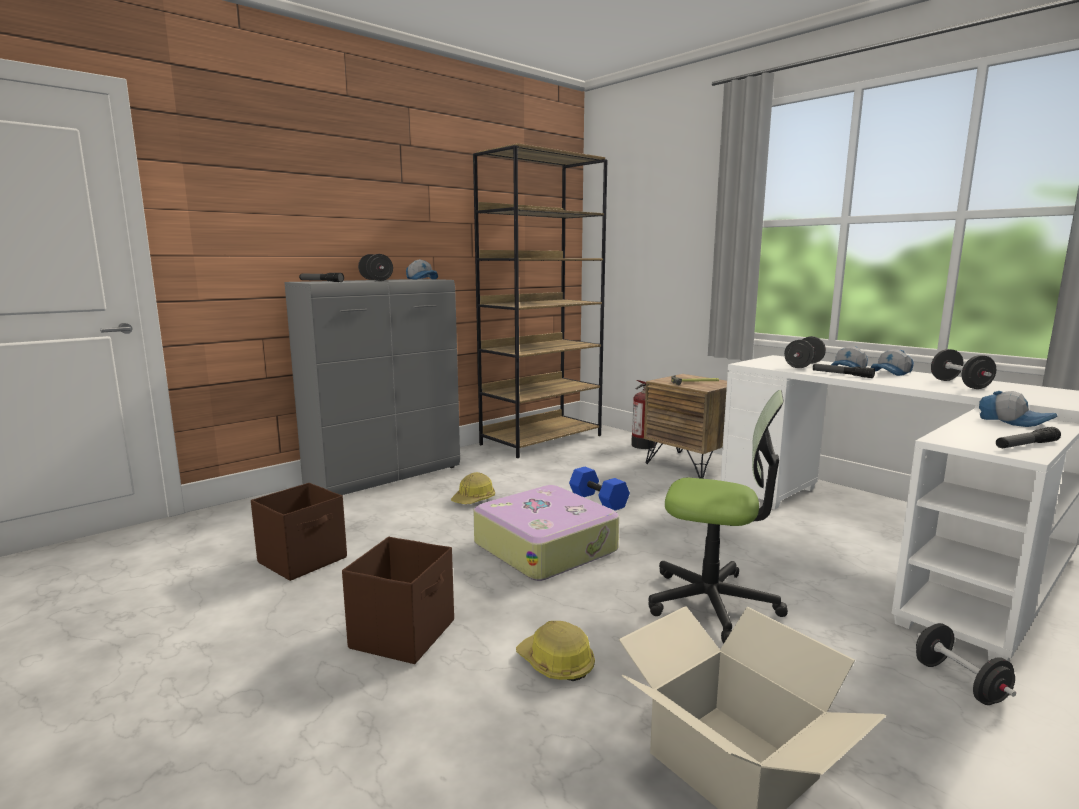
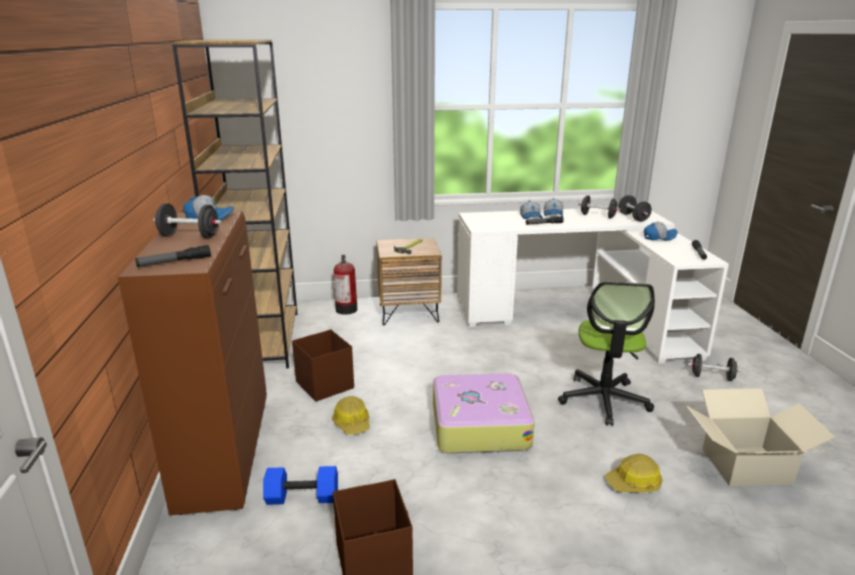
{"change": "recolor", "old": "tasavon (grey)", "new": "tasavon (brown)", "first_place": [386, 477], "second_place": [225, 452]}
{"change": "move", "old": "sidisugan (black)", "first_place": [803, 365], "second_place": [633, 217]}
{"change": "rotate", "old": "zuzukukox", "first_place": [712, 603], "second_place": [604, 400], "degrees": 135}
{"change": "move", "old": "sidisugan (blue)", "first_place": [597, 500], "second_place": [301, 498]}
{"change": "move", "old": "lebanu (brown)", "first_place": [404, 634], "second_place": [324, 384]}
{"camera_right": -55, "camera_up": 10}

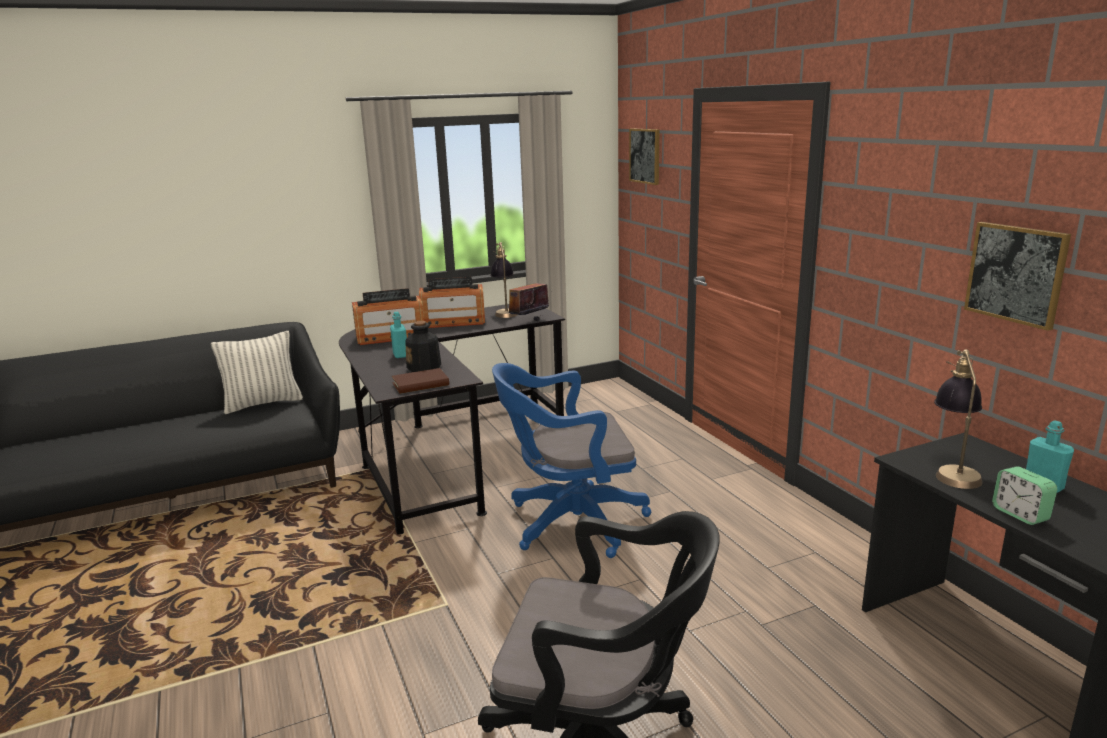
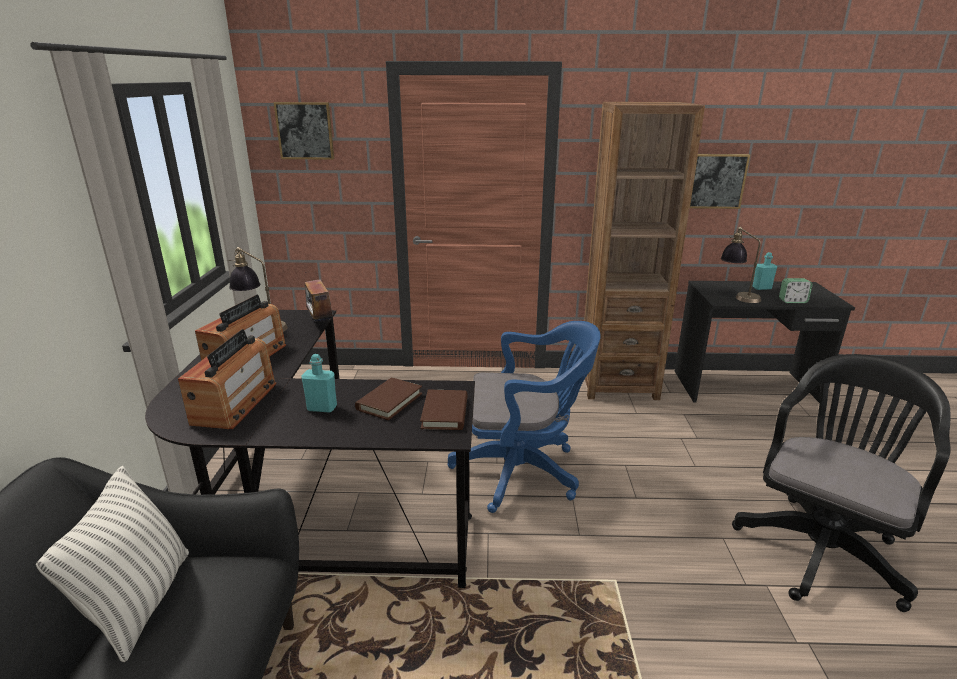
{"change": "replace", "old": "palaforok", "new": "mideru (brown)", "first_place": [424, 367], "second_place": [389, 401]}
{"change": "rotate", "old": "zuzukukox (blue)", "first_place": [569, 523], "second_place": [523, 471], "degrees": -105}
{"change": "insert", "new": "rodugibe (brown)", "second_place": [618, 384]}
{"camera_right": -65, "camera_up": 5}

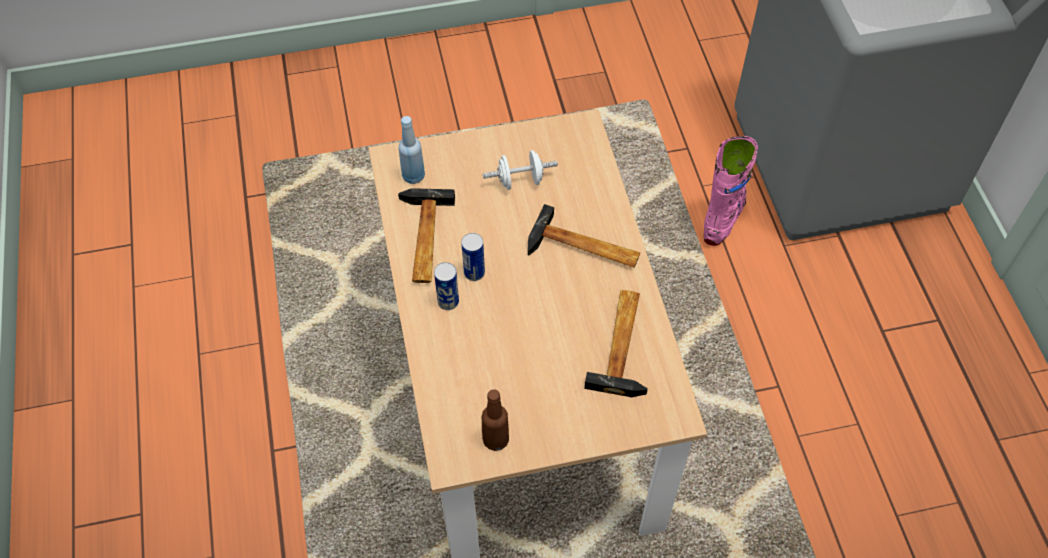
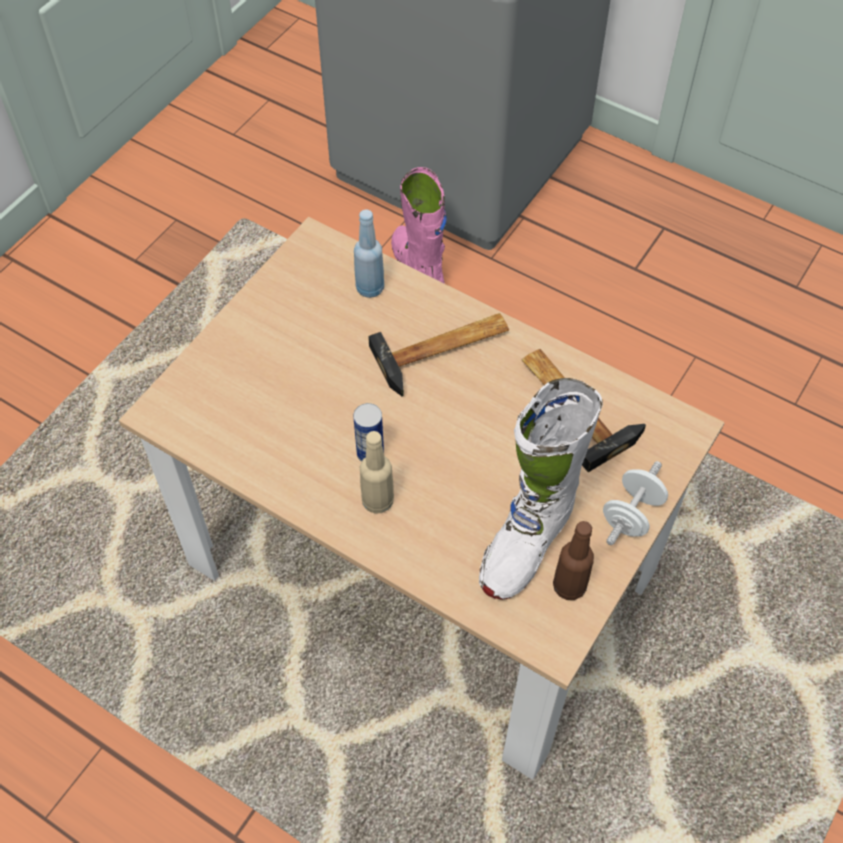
{"change": "move", "old": "palaforok (blue)", "first_place": [413, 176], "second_place": [370, 288]}
{"change": "move", "old": "sidisugan (white)", "first_place": [520, 180], "second_place": [631, 514]}
{"change": "delete", "old": "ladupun", "first_place": [423, 239]}
{"change": "replace", "old": "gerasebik", "new": "palaforok (beige)", "first_place": [448, 302], "second_place": [377, 501]}
{"change": "insert", "new": "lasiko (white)", "second_place": [527, 540]}
{"camera_right": -45, "camera_up": 0}

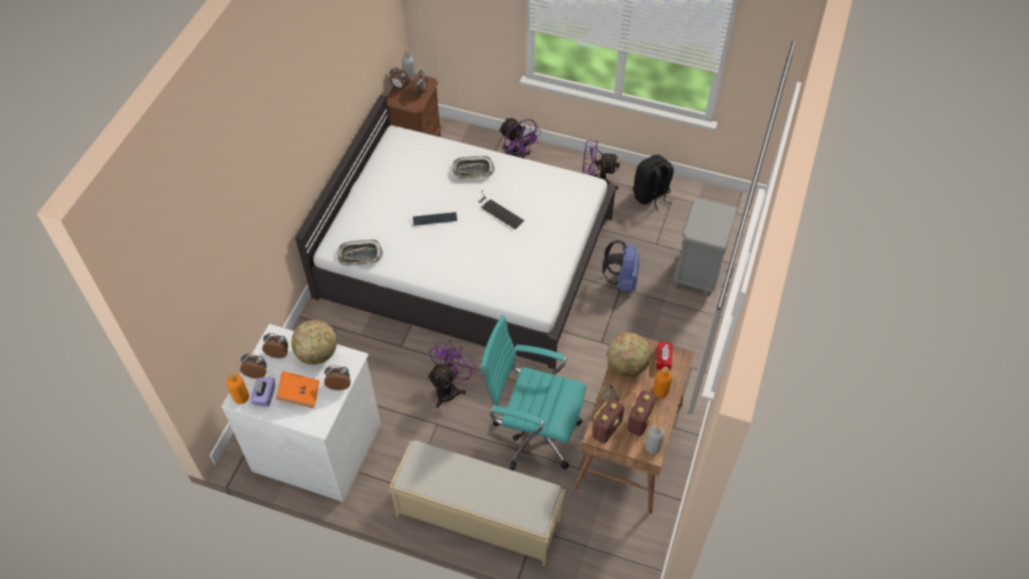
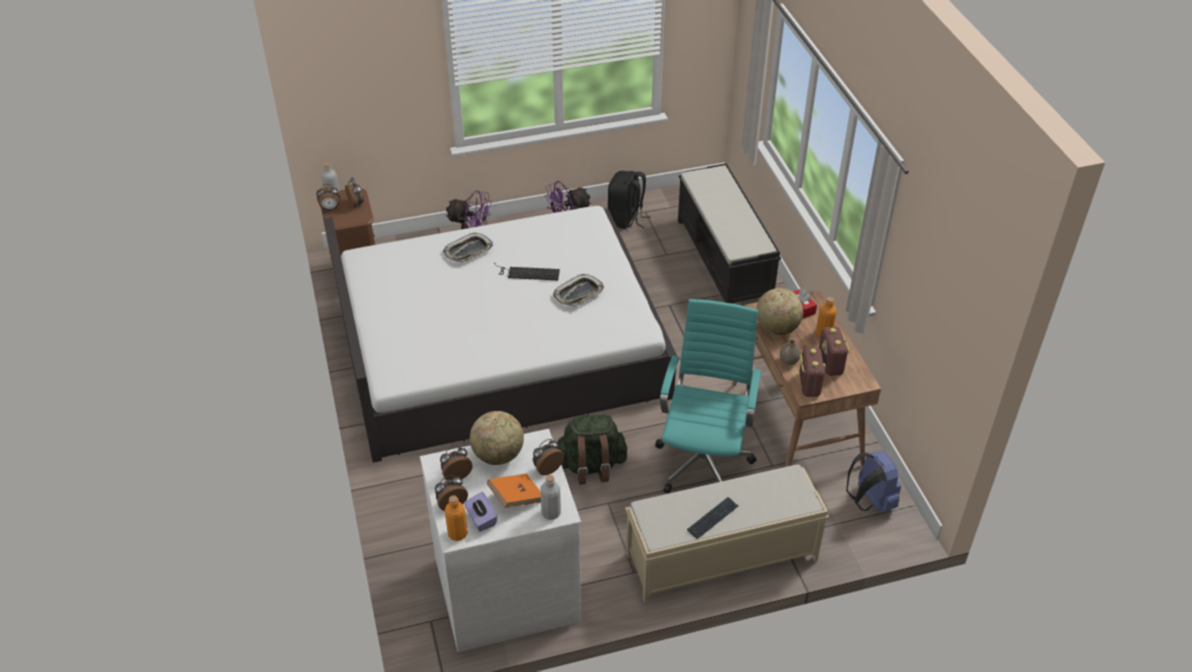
{"change": "replace", "old": "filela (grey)", "new": "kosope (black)", "first_place": [697, 274], "second_place": [724, 261]}
{"change": "move", "old": "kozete", "first_place": [435, 219], "second_place": [712, 518]}
{"change": "move", "old": "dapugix", "first_place": [360, 255], "second_place": [578, 294]}
{"change": "move", "old": "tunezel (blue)", "first_place": [622, 280], "second_place": [869, 501]}
{"change": "rotate", "old": "zuzukukox (turquoise)", "first_place": [532, 433], "second_place": [704, 461], "degrees": 120}
{"change": "replace", "old": "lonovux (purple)", "new": "tunezel (green)", "first_place": [450, 388], "second_place": [591, 466]}
{"change": "move", "old": "palaforok (grey)", "first_place": [652, 447], "second_place": [551, 513]}
{"camera_right": -35, "camera_up": -10}

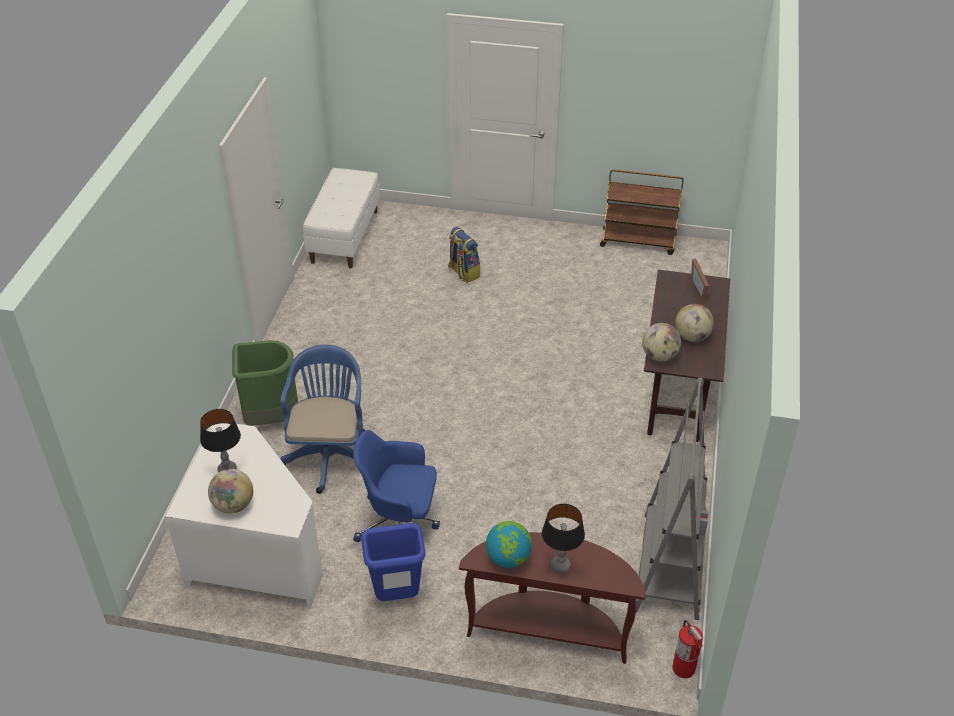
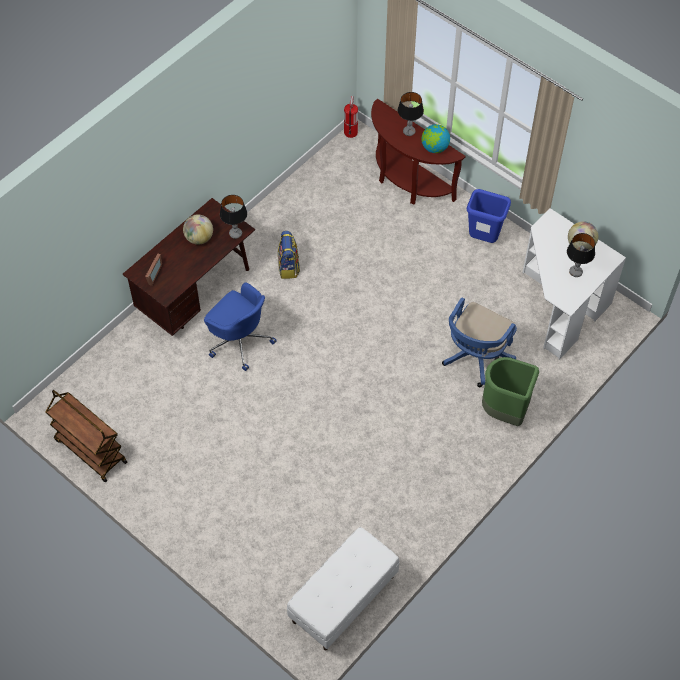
{"change": "move", "old": "tunezel", "first_place": [463, 272], "second_place": [289, 267]}
{"change": "replace", "old": "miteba", "new": "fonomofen", "first_place": [659, 356], "second_place": [235, 234]}
{"change": "delete", "old": "rodugibe (grey)", "first_place": [670, 566]}
{"change": "move", "old": "zuzukukox (blue)", "first_place": [400, 524], "second_place": [239, 340]}
{"camera_right": -150, "camera_up": 15}

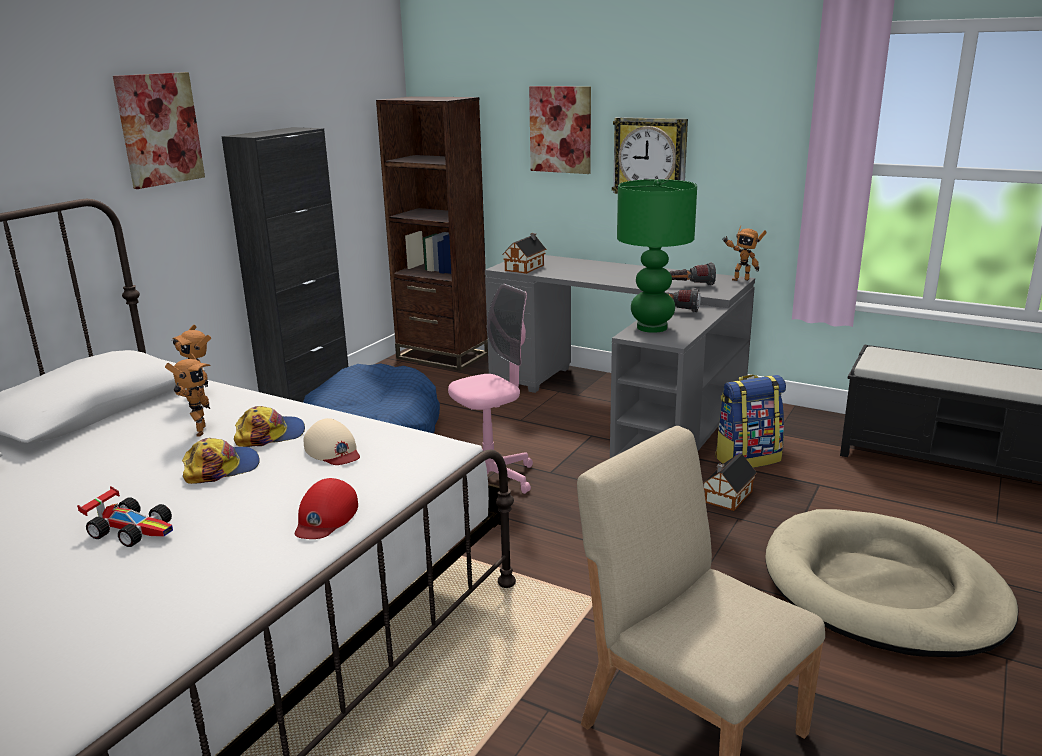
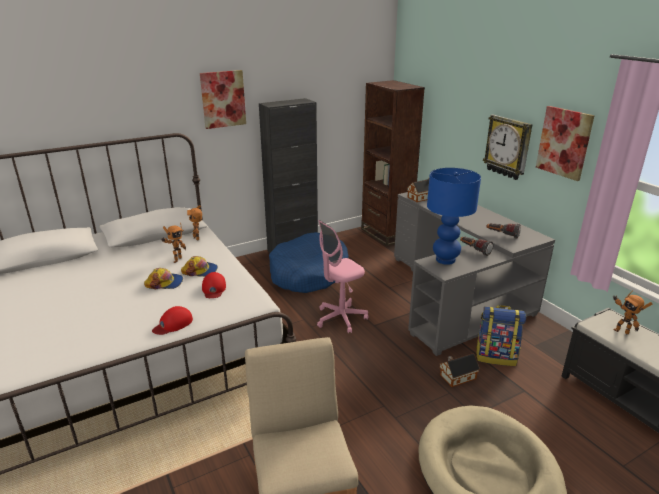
{"change": "move", "old": "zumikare", "first_place": [560, 129], "second_place": [564, 142]}
{"change": "recolor", "old": "fonomofen (green)", "new": "fonomofen (blue)", "first_place": [652, 328], "second_place": [445, 260]}
{"change": "move", "old": "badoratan", "first_place": [740, 279], "second_place": [621, 331]}
{"change": "rotate", "old": "zuzukukox (pink)", "first_place": [491, 479], "second_place": [341, 318], "degrees": 150}
{"change": "recolor", "old": "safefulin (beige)", "new": "safefulin (red)", "first_place": [333, 450], "second_place": [214, 289]}
{"change": "delete", "old": "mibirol", "first_place": [133, 529]}
{"camera_right": 30, "camera_up": 5}

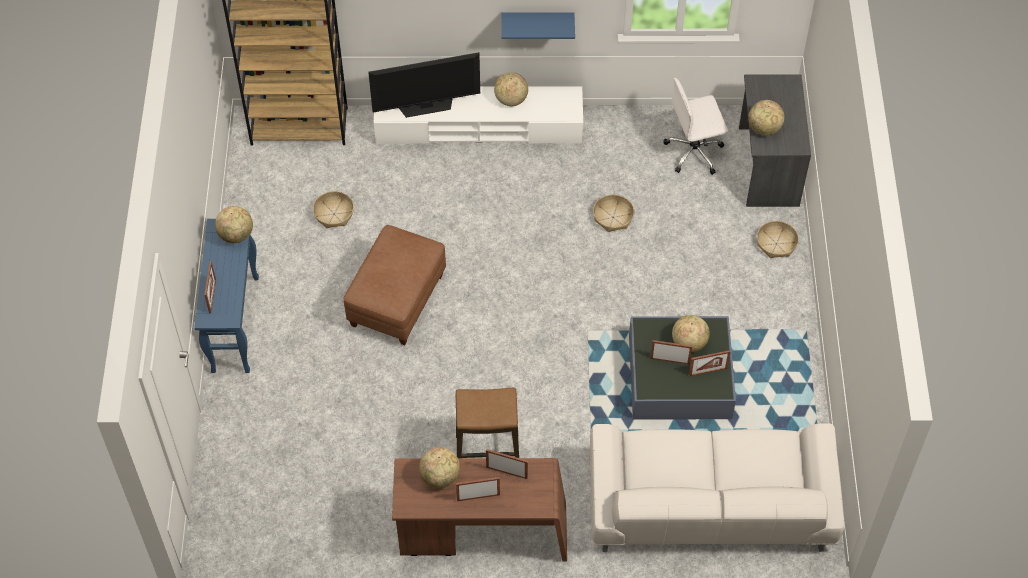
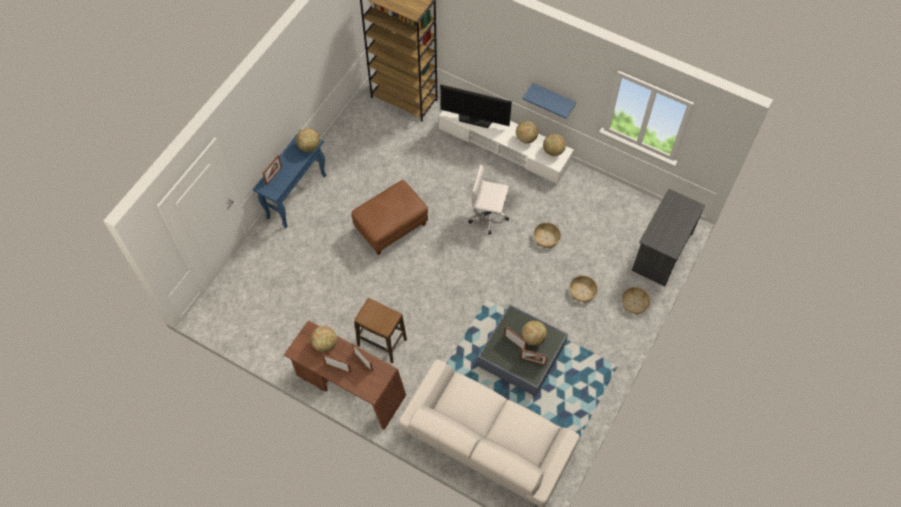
{"change": "move", "old": "zuzukukox (white)", "first_place": [695, 152], "second_place": [489, 215]}
{"change": "move", "old": "miteba", "first_place": [764, 129], "second_place": [553, 151]}
{"change": "move", "old": "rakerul", "first_place": [334, 214], "second_place": [582, 291]}
{"camera_right": 30, "camera_up": 5}

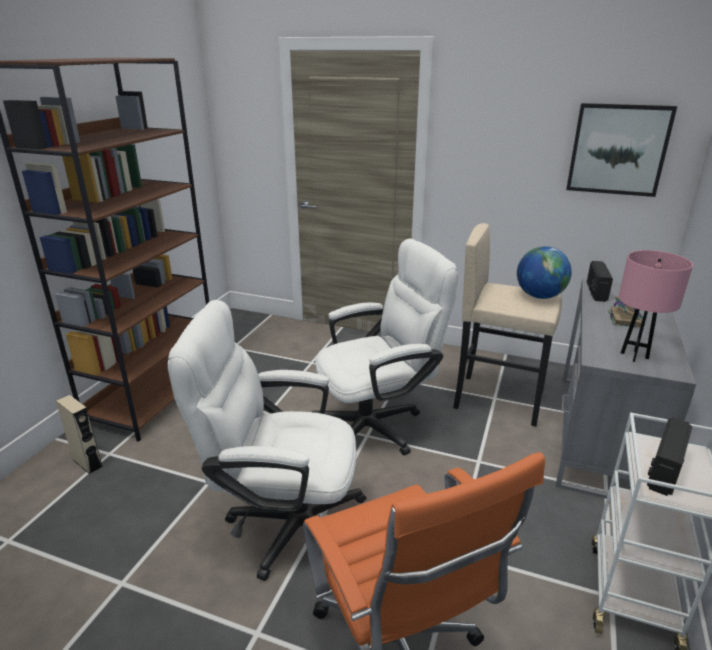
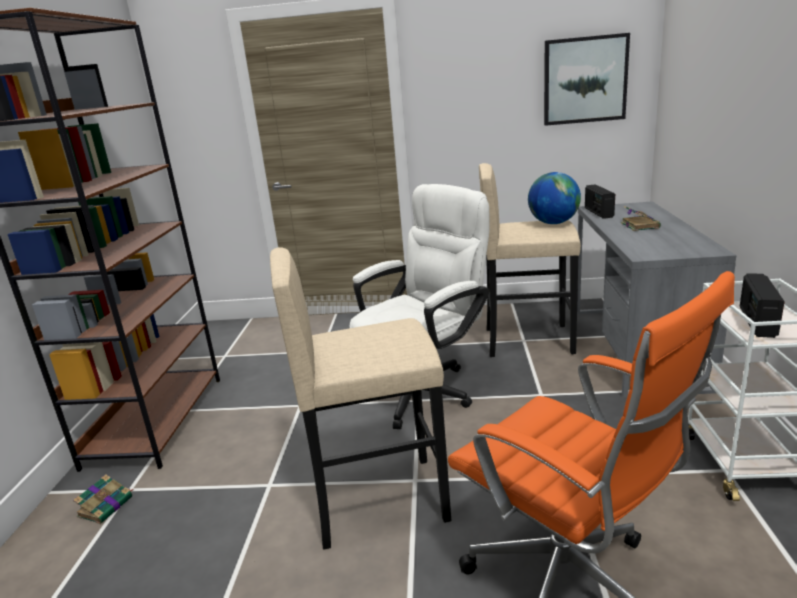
{"change": "delete", "old": "fonomofen (pink)", "first_place": [634, 356]}
{"change": "replace", "old": "zuzukukox (white)", "new": "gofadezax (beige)", "first_place": [284, 523], "second_place": [378, 500]}
{"change": "replace", "old": "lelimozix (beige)", "new": "mideru", "first_place": [87, 463], "second_place": [106, 506]}
{"camera_right": -15, "camera_up": -5}

